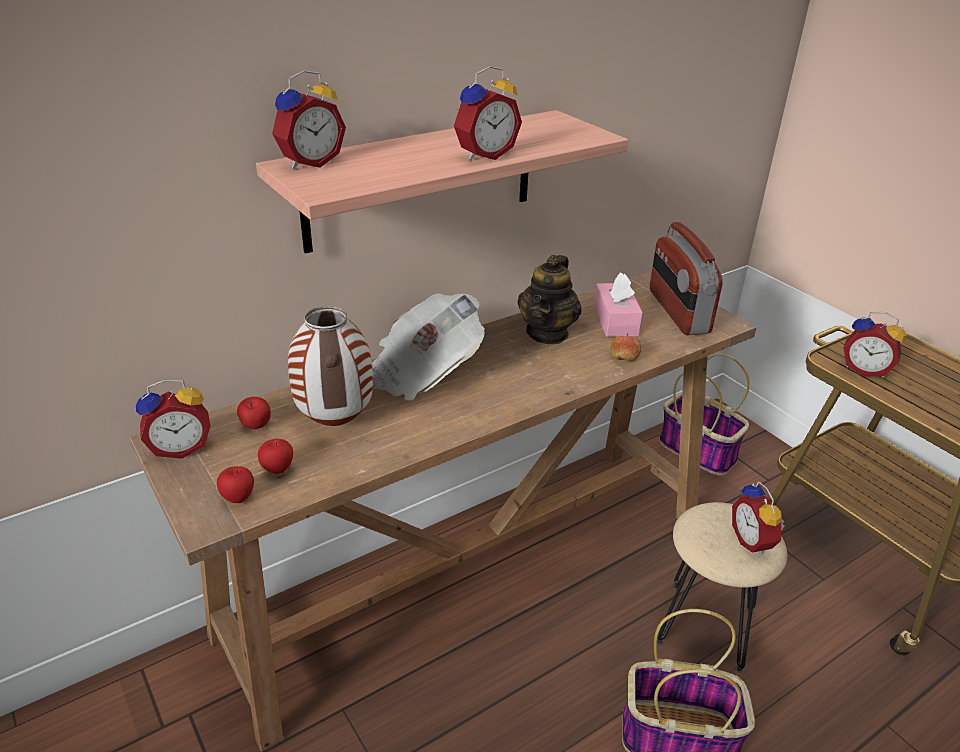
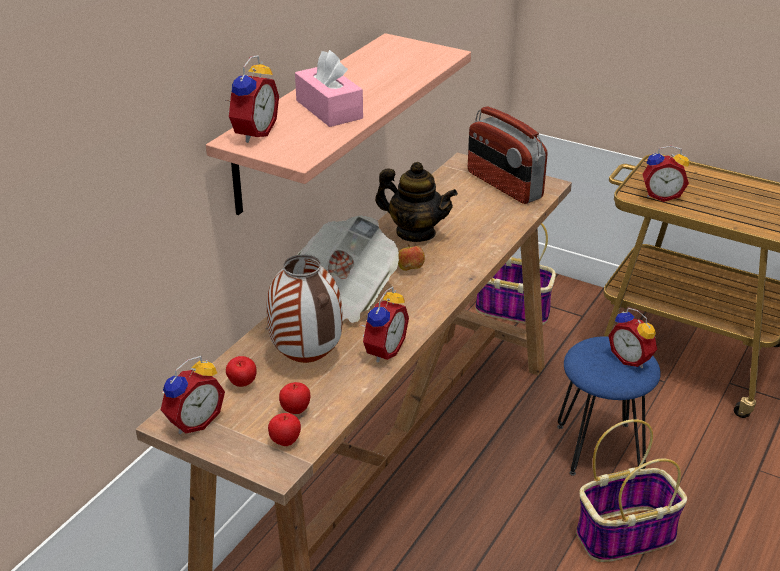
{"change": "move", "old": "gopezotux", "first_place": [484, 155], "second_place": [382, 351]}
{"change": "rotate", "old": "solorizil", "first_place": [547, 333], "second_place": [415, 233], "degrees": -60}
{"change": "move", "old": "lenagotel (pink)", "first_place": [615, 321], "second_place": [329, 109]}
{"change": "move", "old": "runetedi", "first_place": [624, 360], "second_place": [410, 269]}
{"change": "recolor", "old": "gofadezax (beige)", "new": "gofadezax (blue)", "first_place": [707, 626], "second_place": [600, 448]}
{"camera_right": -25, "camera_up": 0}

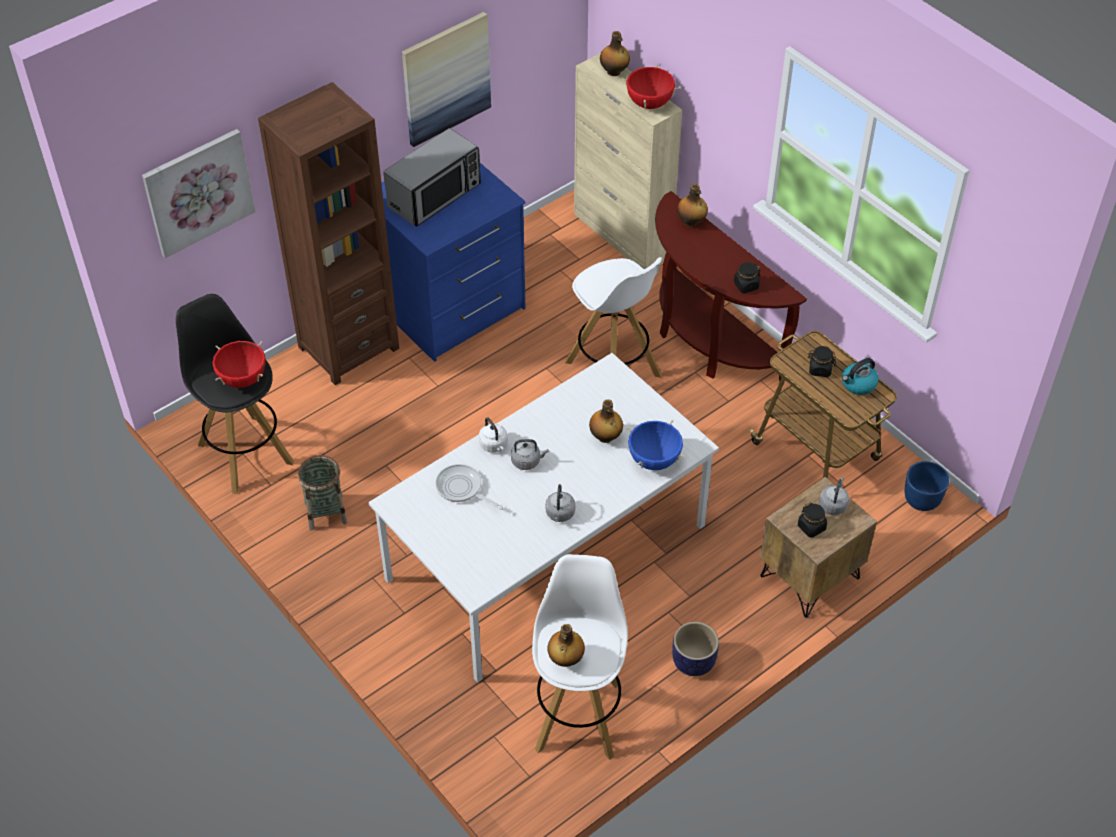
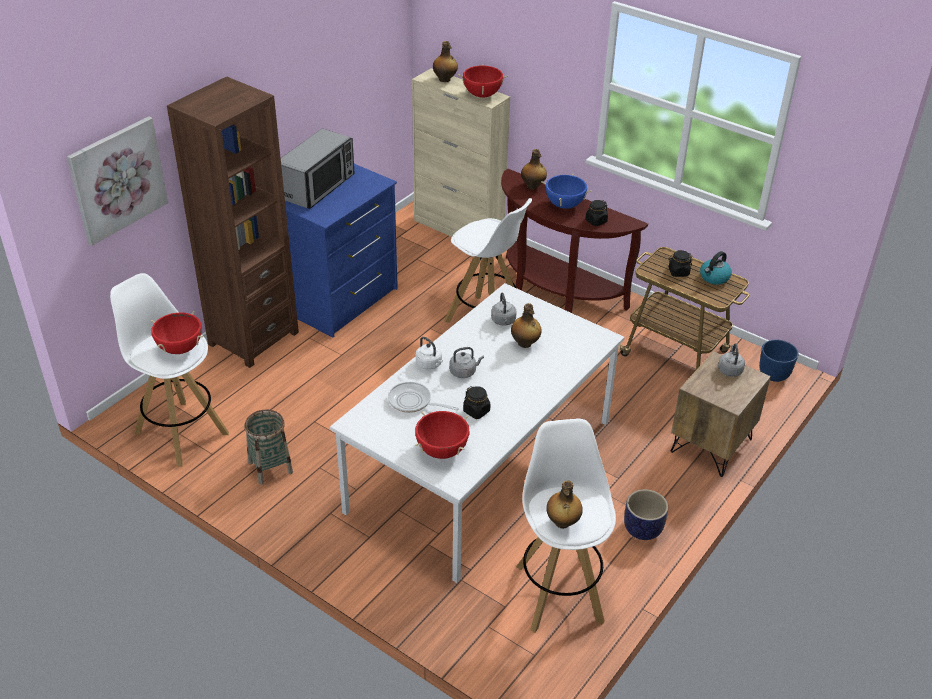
{"change": "delete", "old": "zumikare", "first_place": [446, 78]}
{"change": "recolor", "old": "gofadezax (black)", "new": "gofadezax (white)", "first_place": [245, 452], "second_place": [180, 432]}
{"change": "move", "old": "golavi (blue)", "first_place": [654, 460], "second_place": [564, 205]}
{"change": "move", "old": "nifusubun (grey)", "first_place": [560, 514], "second_place": [503, 321]}
{"change": "move", "old": "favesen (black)", "first_place": [811, 527], "second_place": [476, 411]}
{"change": "insert", "new": "golavi (red)", "second_place": [442, 451]}
{"camera_right": -15, "camera_up": -10}

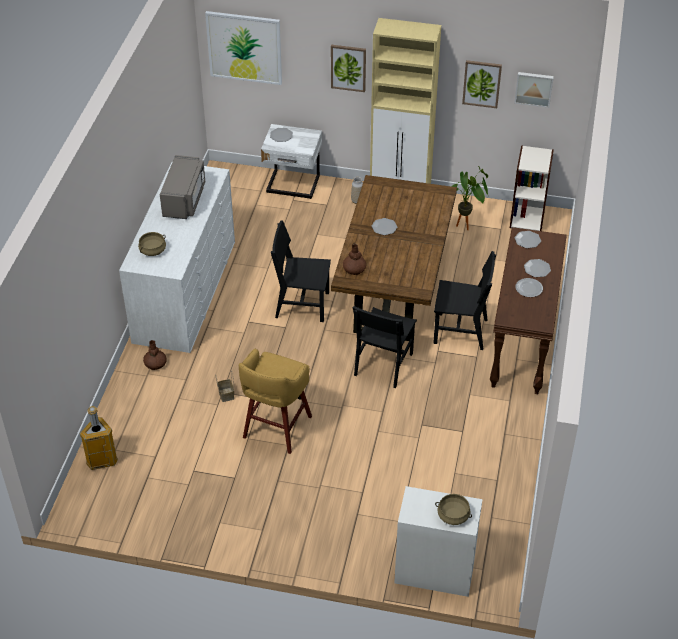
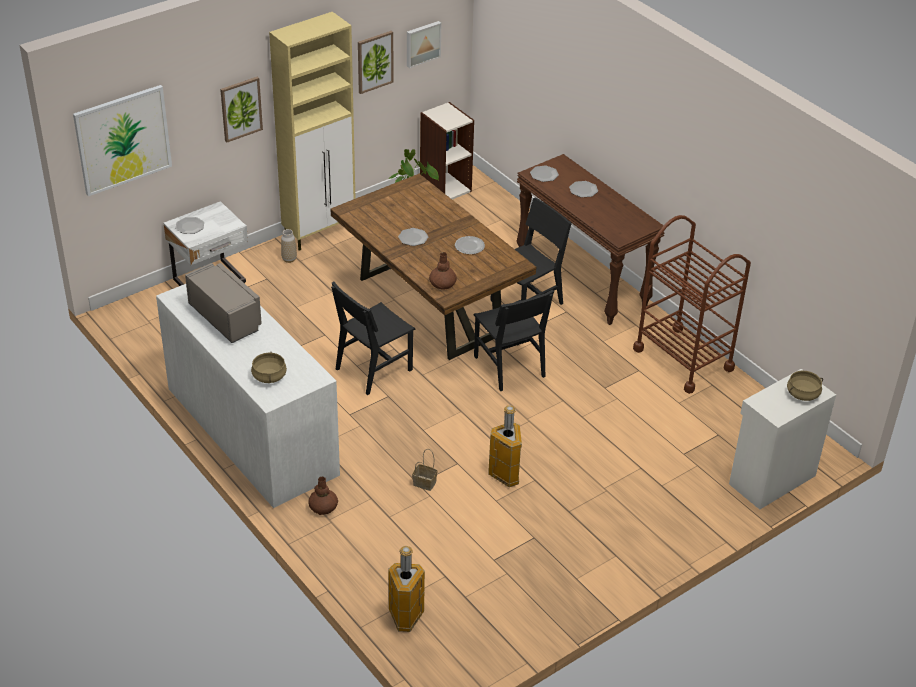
{"change": "move", "old": "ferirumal", "first_place": [529, 289], "second_place": [470, 246]}
{"change": "replace", "old": "gofadezax (yellow)", "new": "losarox", "first_place": [276, 428], "second_place": [506, 476]}
{"change": "insert", "new": "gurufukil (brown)", "second_place": [683, 359]}
{"camera_right": -50, "camera_up": -5}

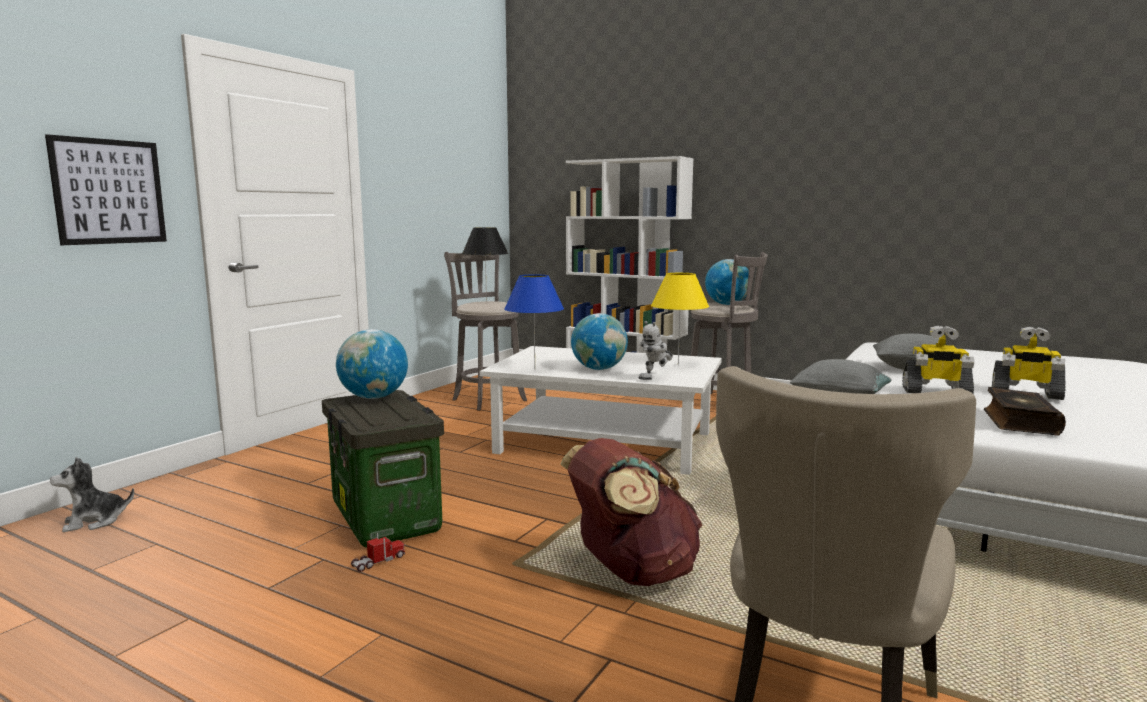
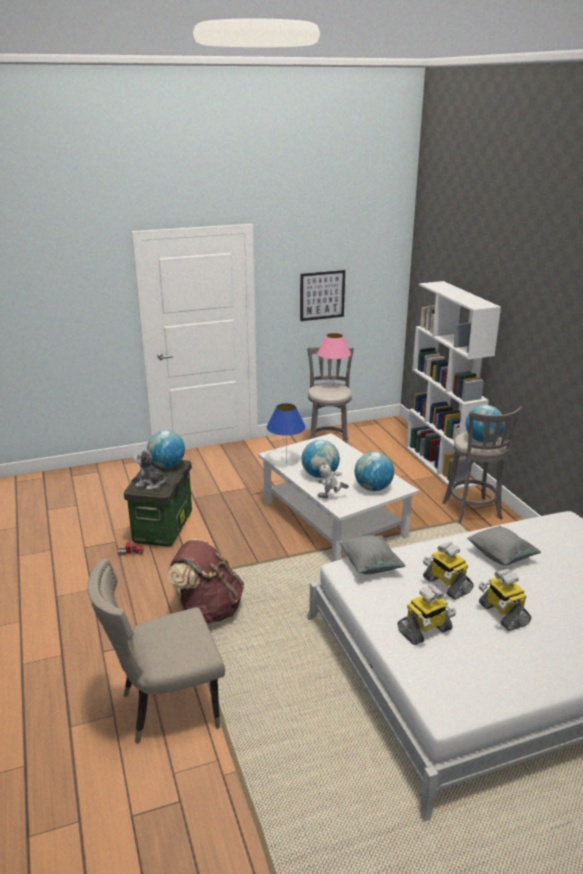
{"change": "move", "old": "zumikare", "first_place": [109, 191], "second_place": [322, 295]}
{"change": "recolor", "old": "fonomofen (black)", "new": "fonomofen (pink)", "first_place": [486, 301], "second_place": [333, 386]}
{"change": "replace", "old": "fonomofen (yellow)", "new": "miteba", "first_place": [677, 365], "second_place": [373, 488]}
{"change": "replace", "old": "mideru", "new": "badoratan", "first_place": [1019, 422], "second_place": [425, 631]}
{"change": "move", "old": "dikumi", "first_place": [94, 522], "second_place": [151, 483]}
{"camera_right": 40, "camera_up": 15}

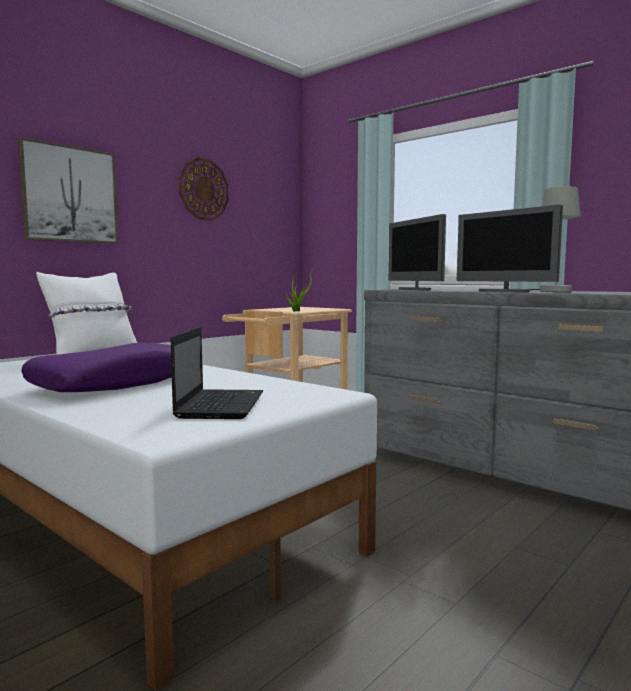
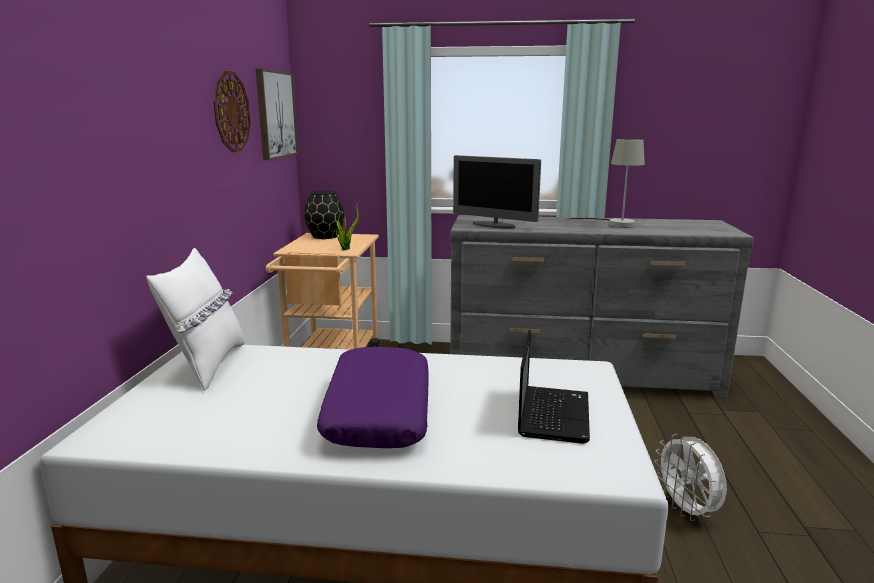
{"change": "move", "old": "zumikare", "first_place": [69, 194], "second_place": [275, 114]}
{"change": "delete", "old": "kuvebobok", "first_place": [503, 291]}
{"change": "rotate", "old": "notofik", "first_place": [220, 405], "second_place": [553, 414], "degrees": 45}
{"change": "insert", "new": "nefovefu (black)", "second_place": [325, 236]}
{"change": "insert", "new": "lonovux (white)", "second_place": [687, 510]}
{"camera_right": -35, "camera_up": 10}

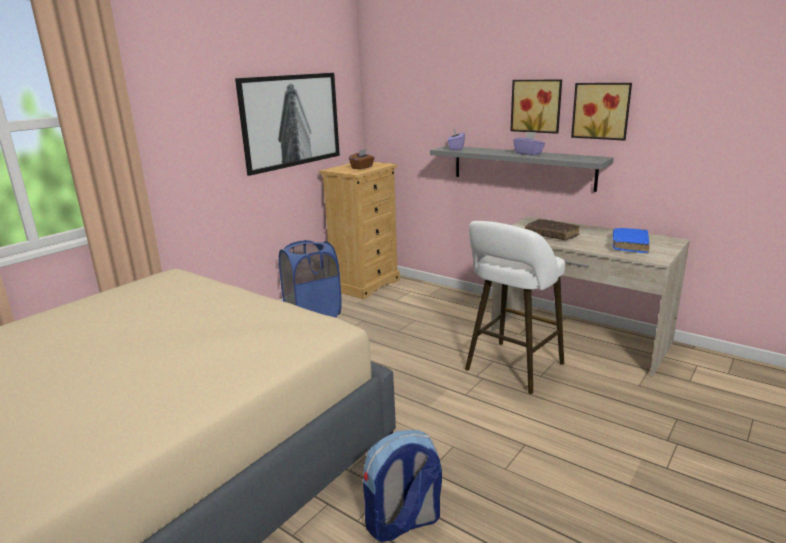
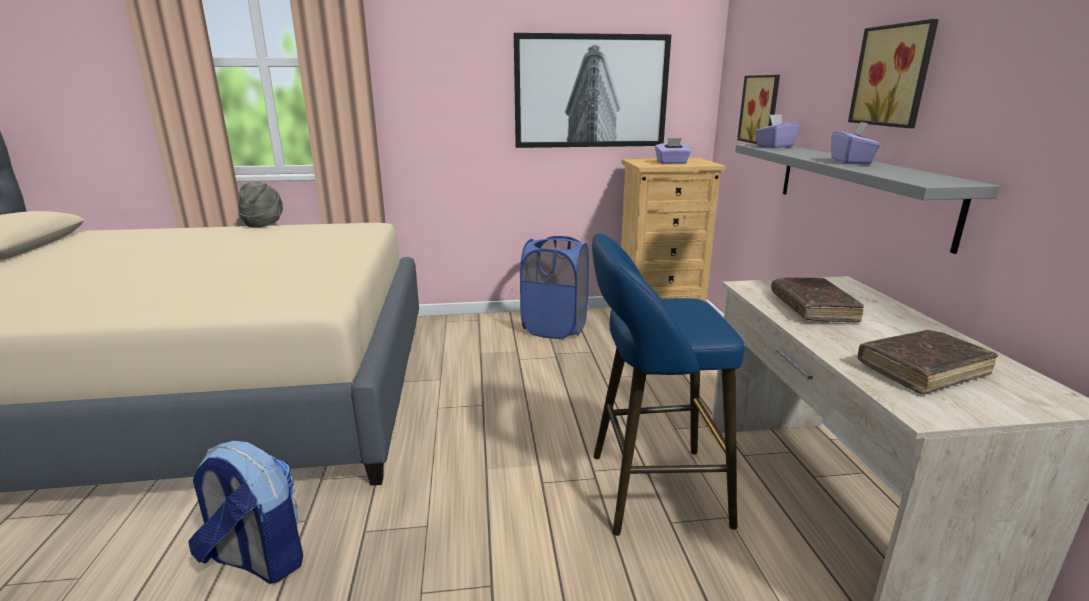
{"change": "move", "old": "zumikare", "first_place": [601, 110], "second_place": [761, 109]}
{"change": "recolor", "old": "lenagotel (brown)", "new": "lenagotel (purple)", "first_place": [362, 167], "second_place": [672, 163]}
{"change": "recolor", "old": "gofadezax (white)", "new": "gofadezax (blue)", "first_place": [511, 369], "second_place": [649, 490]}
{"change": "recolor", "old": "mideru (blue)", "new": "mideru (brown)", "first_place": [629, 245], "second_place": [922, 370]}
{"change": "insert", "new": "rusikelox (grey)", "second_place": [264, 224]}
{"camera_right": 45, "camera_up": 0}

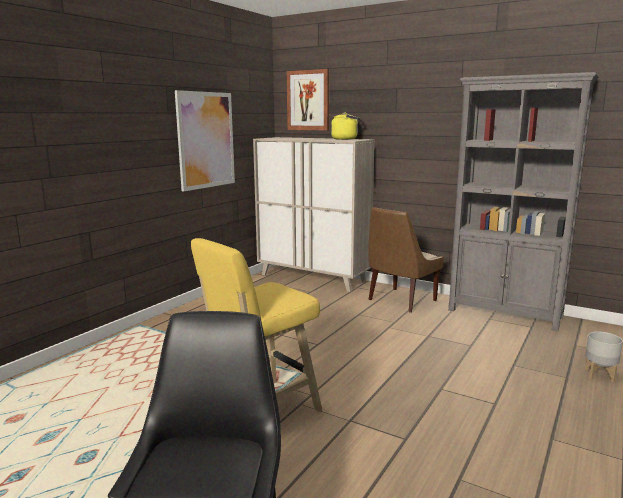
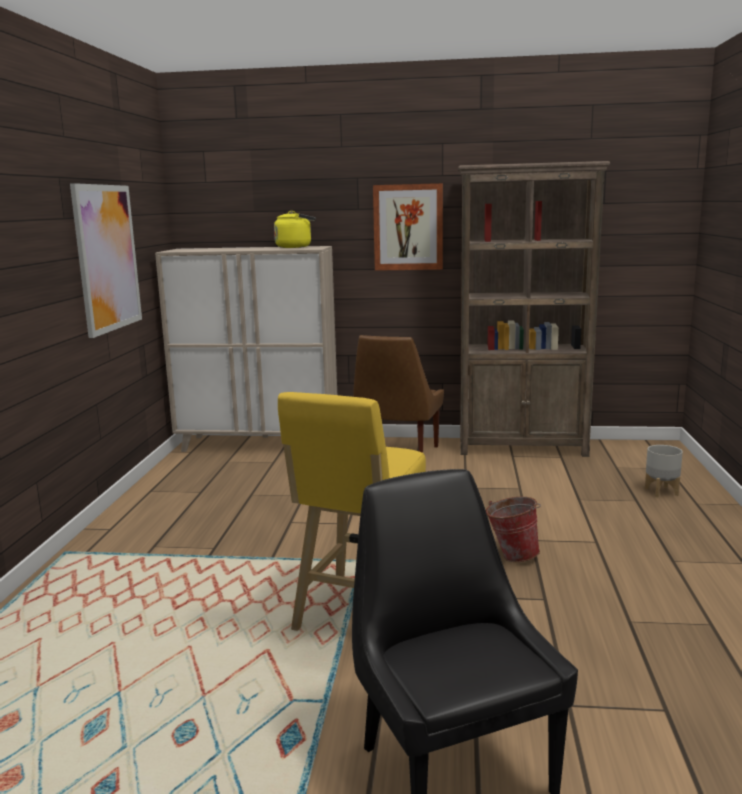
{"change": "move", "old": "zumikare", "first_place": [308, 100], "second_place": [408, 227]}
{"change": "recolor", "old": "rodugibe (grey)", "new": "rodugibe (brown)", "first_place": [505, 313], "second_place": [523, 448]}
{"change": "insert", "new": "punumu", "second_place": [511, 555]}
{"camera_right": -25, "camera_up": 0}

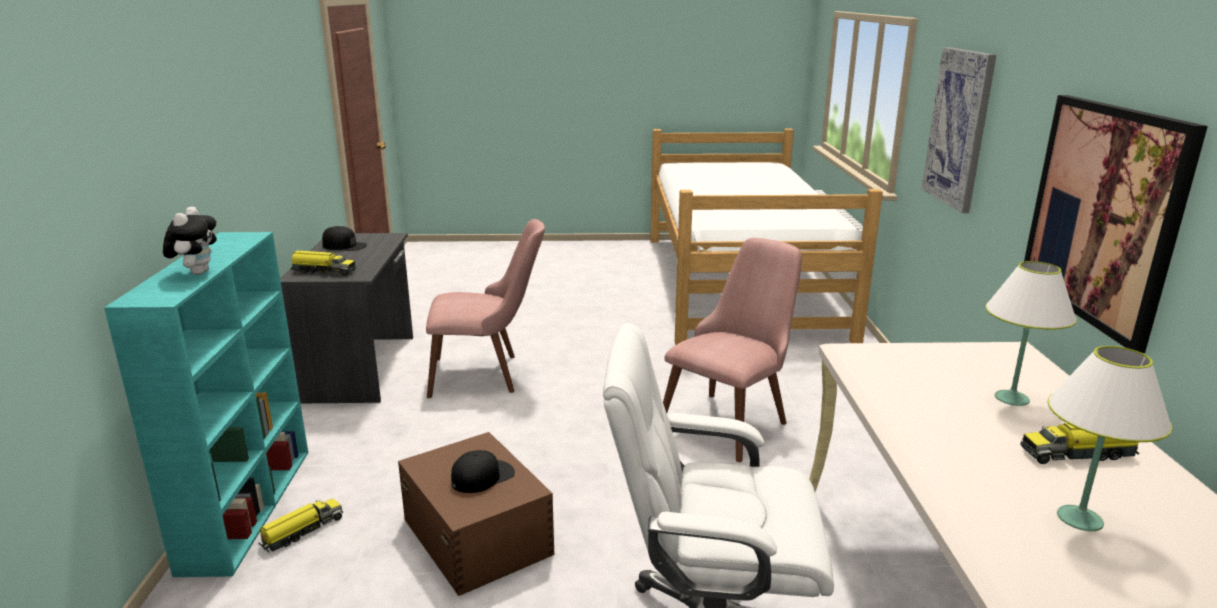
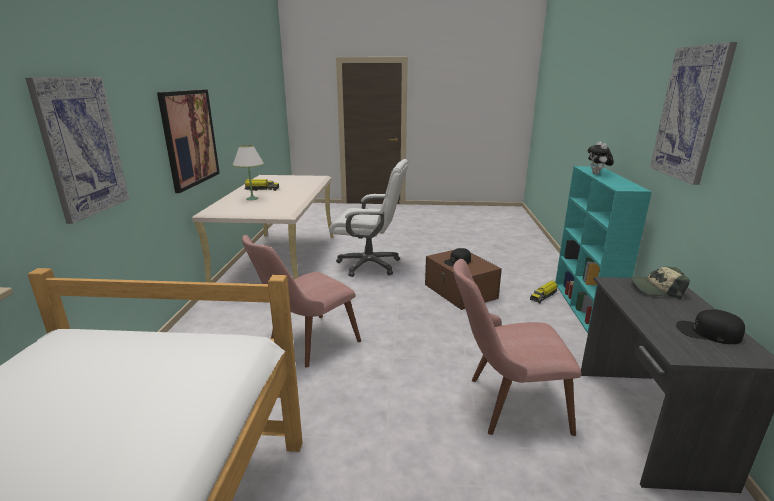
{"change": "replace", "old": "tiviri", "new": "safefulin", "first_place": [323, 271], "second_place": [656, 289]}
{"change": "delete", "old": "fonomofen (white)", "first_place": [1079, 518]}
{"change": "insert", "new": "zumikare", "second_place": [690, 113]}
{"camera_right": -175, "camera_up": 0}

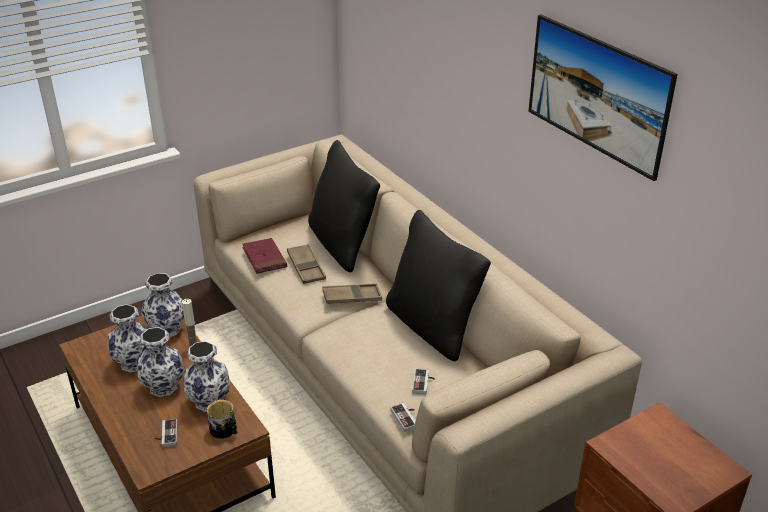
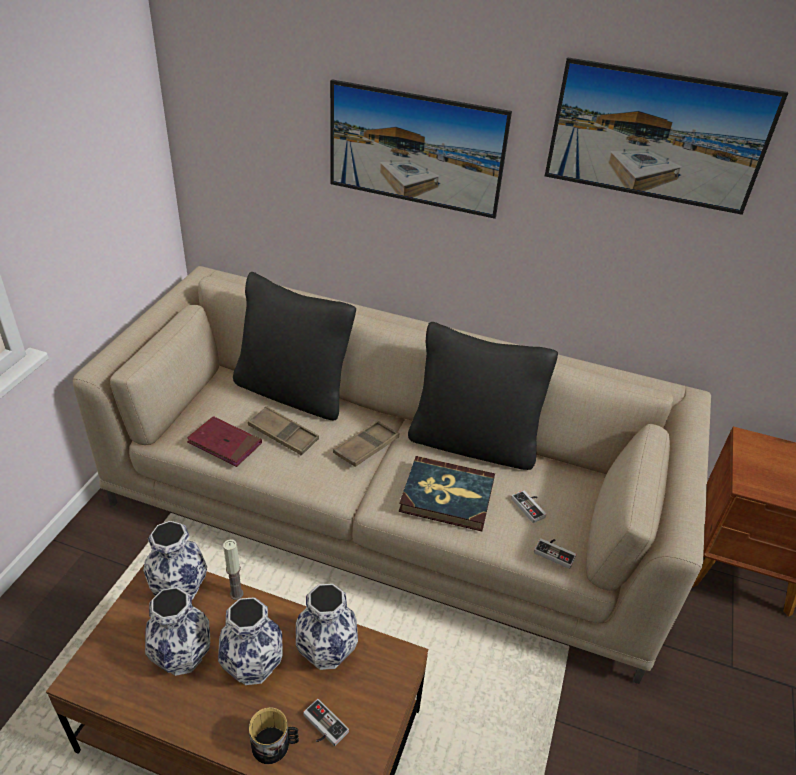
{"change": "move", "old": "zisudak", "first_place": [225, 430], "second_place": [275, 745]}
{"change": "insert", "new": "zumikare", "second_place": [413, 175]}
{"change": "insert", "new": "mideru", "second_place": [447, 496]}
{"camera_right": -40, "camera_up": 5}

